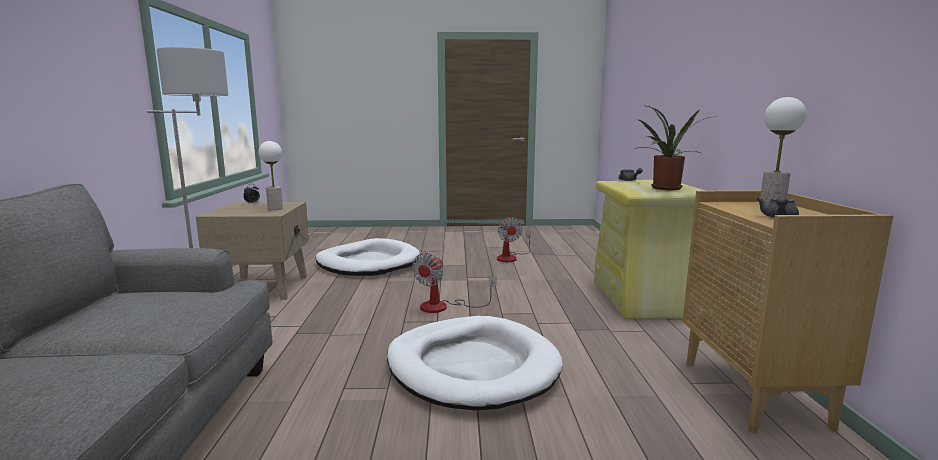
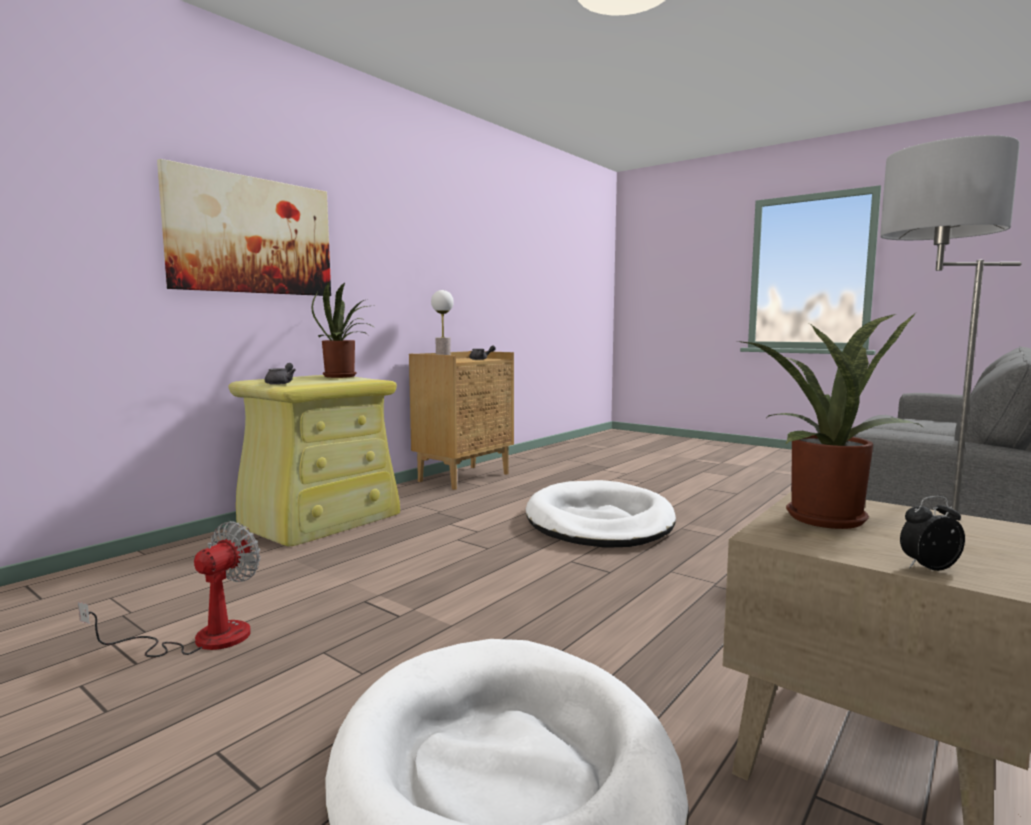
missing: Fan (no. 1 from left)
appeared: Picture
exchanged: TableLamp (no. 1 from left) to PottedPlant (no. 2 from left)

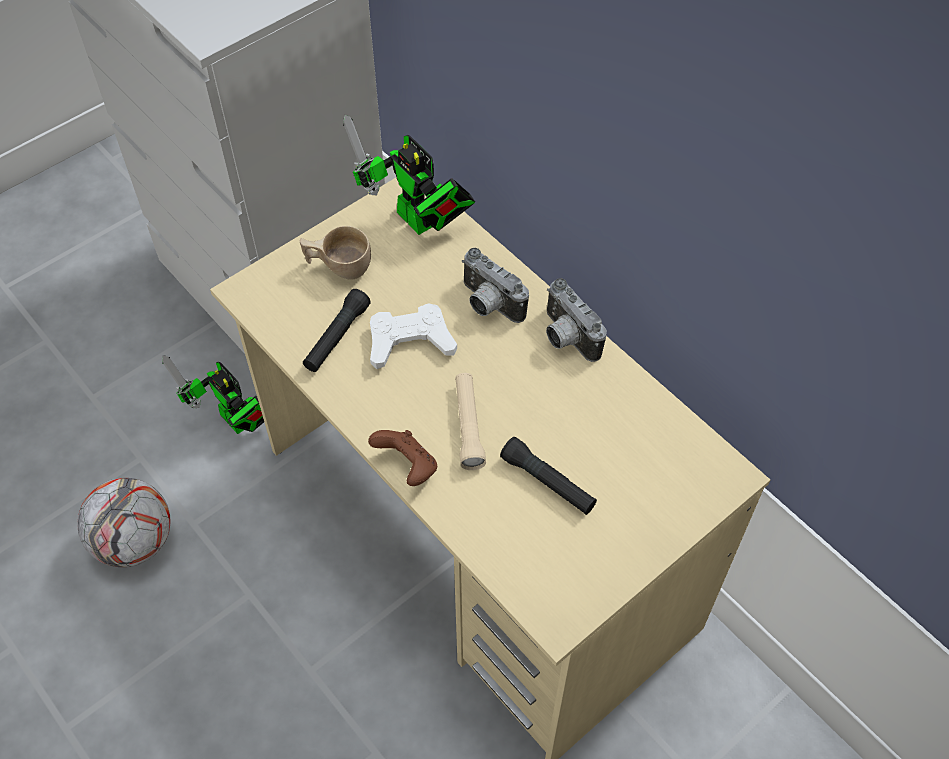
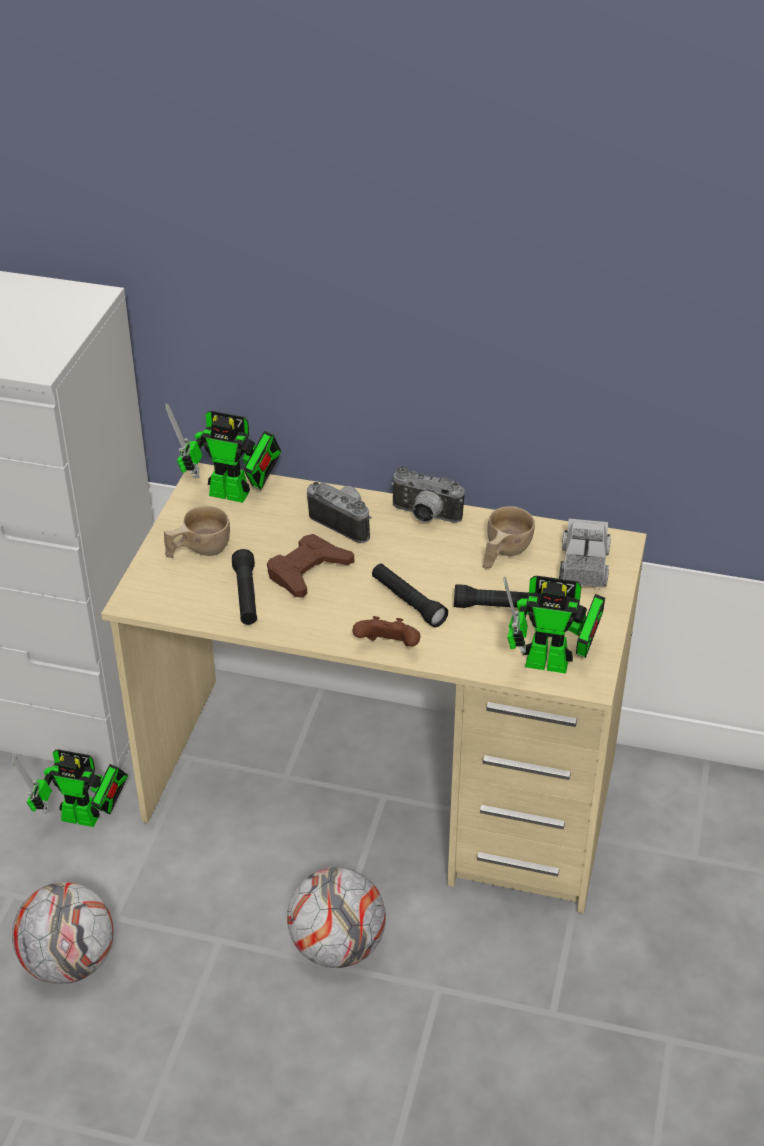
appeared: BeigeCup (no. 2 from left); ToyTruck; ToyRobot (no. 3 from left); Football (no. 2 from left)
colour: WhiteGameController to BrownGameController (no. 1 from left); BeigeFlashlight to BlackFlashlight (no. 2 from left)
spun: PhotoCamera (no. 1 from left) 150 degrees counterclockwise

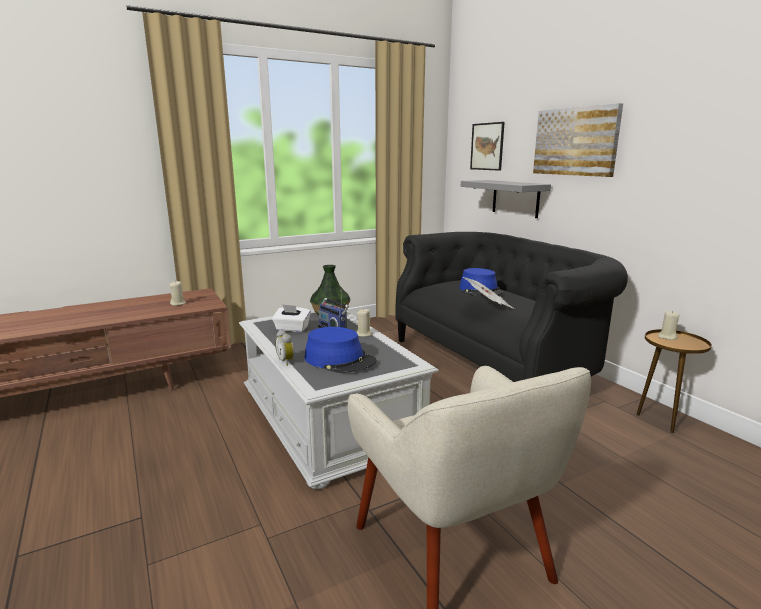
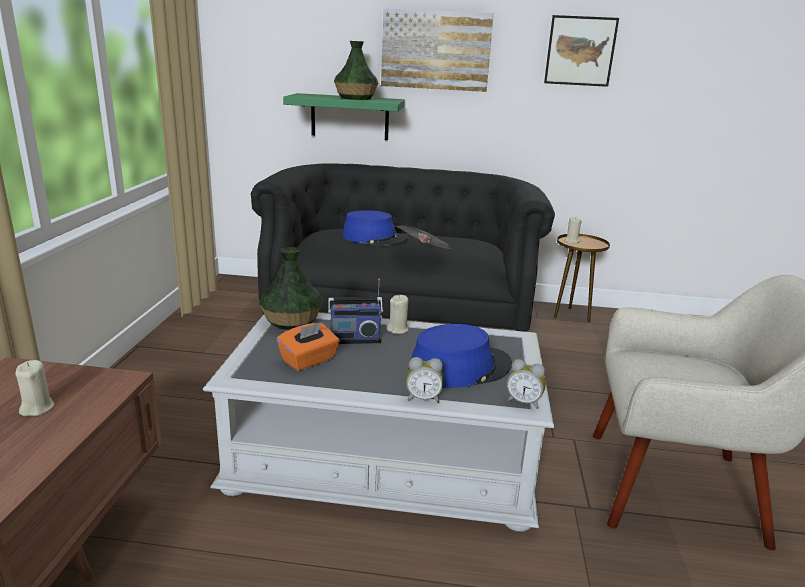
appeared: Vase (no. 2 from left); AlarmClock (no. 2 from left)
relocated: Picture (no. 1 from left in the first image) to Picture (no. 2 from left)
colour: GreyShelf to GreenShelf; WhiteTissueBox to OrangeTissueBox

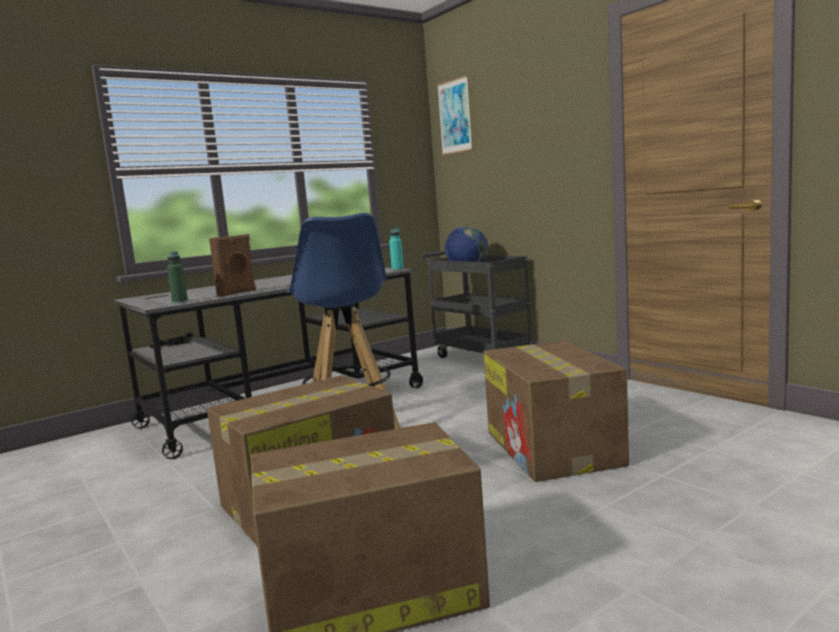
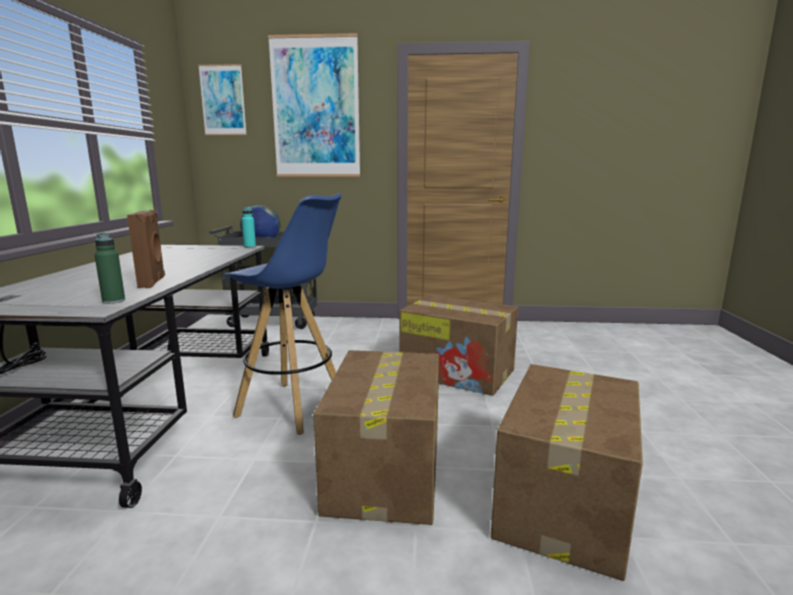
appeared: Picture (no. 2 from left)

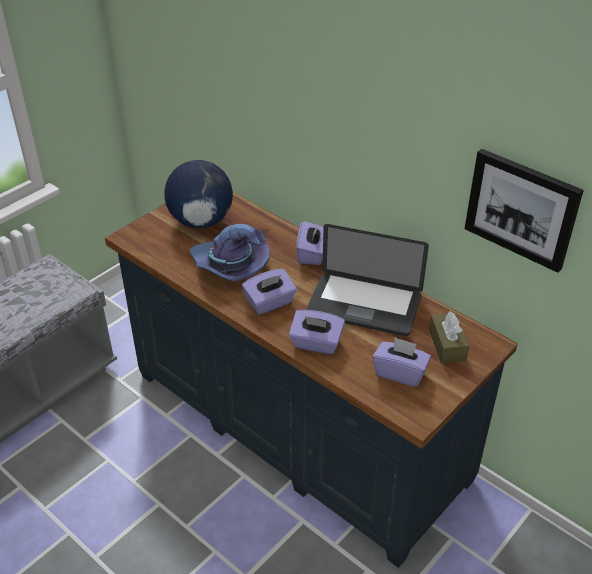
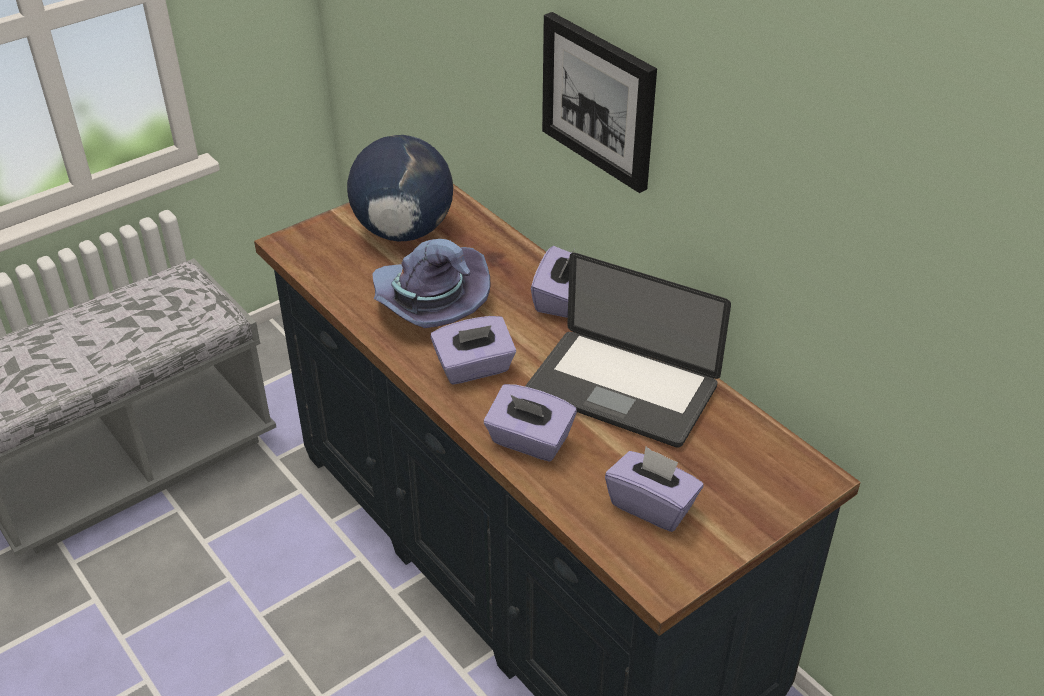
missing: BrownTissueBox
relocated: Picture

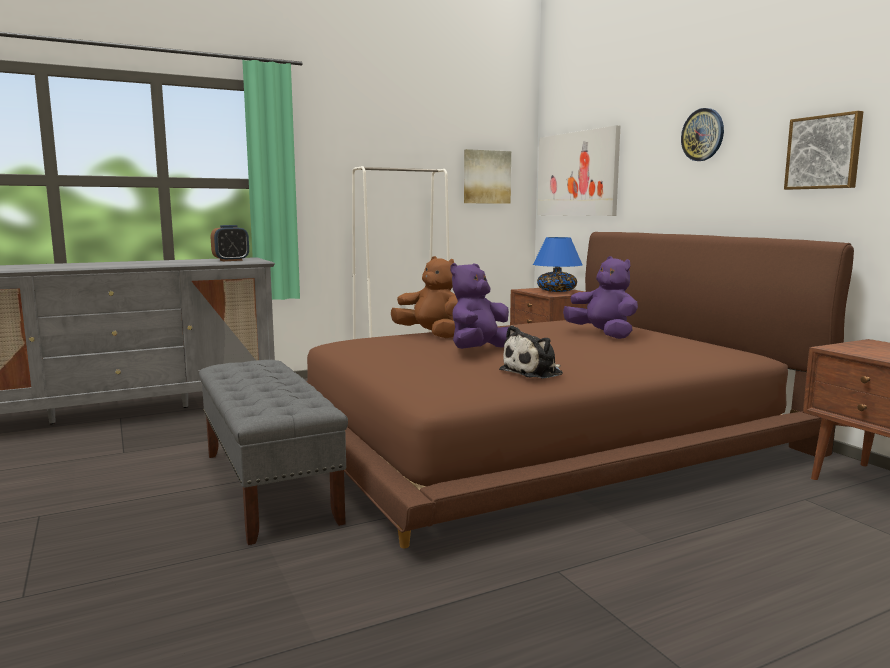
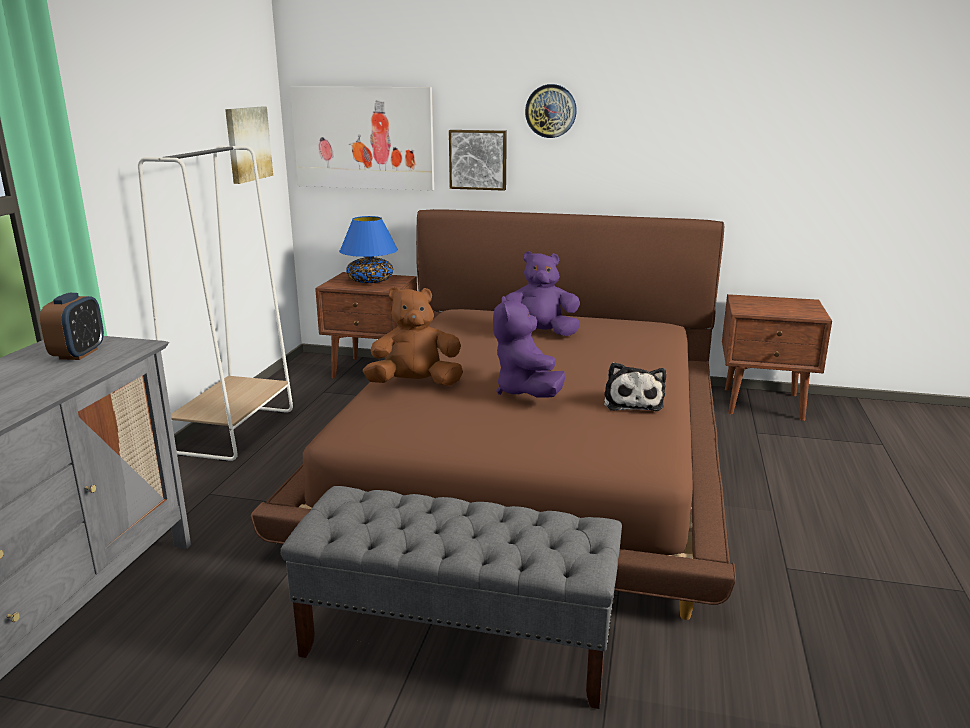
relocated: Picture (no. 3 from left)

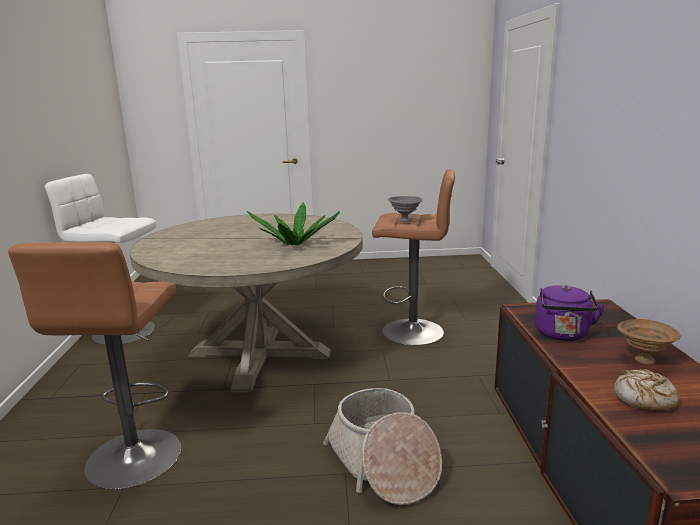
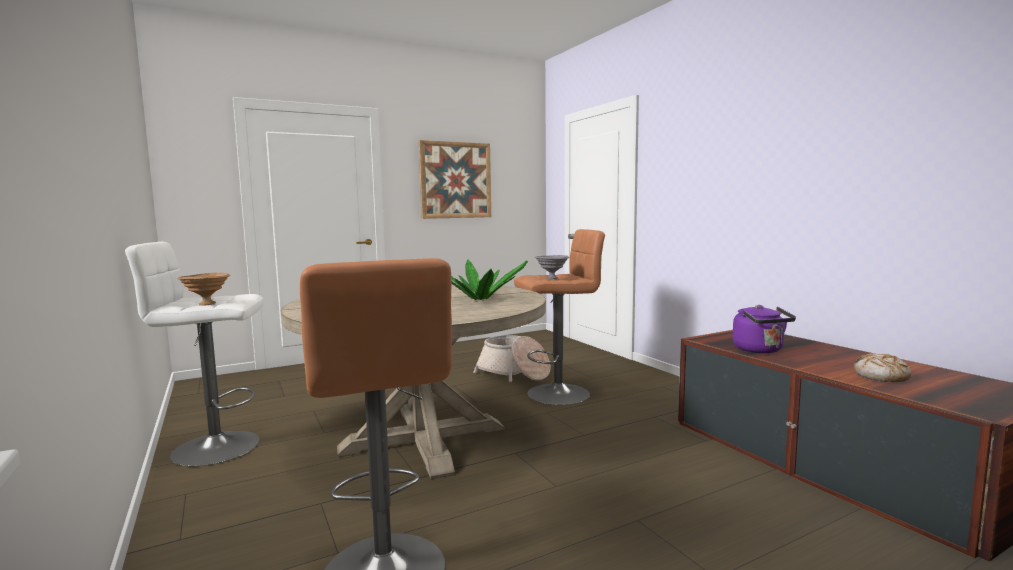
appeared: Picture
relocated: BrownBowl; Basket

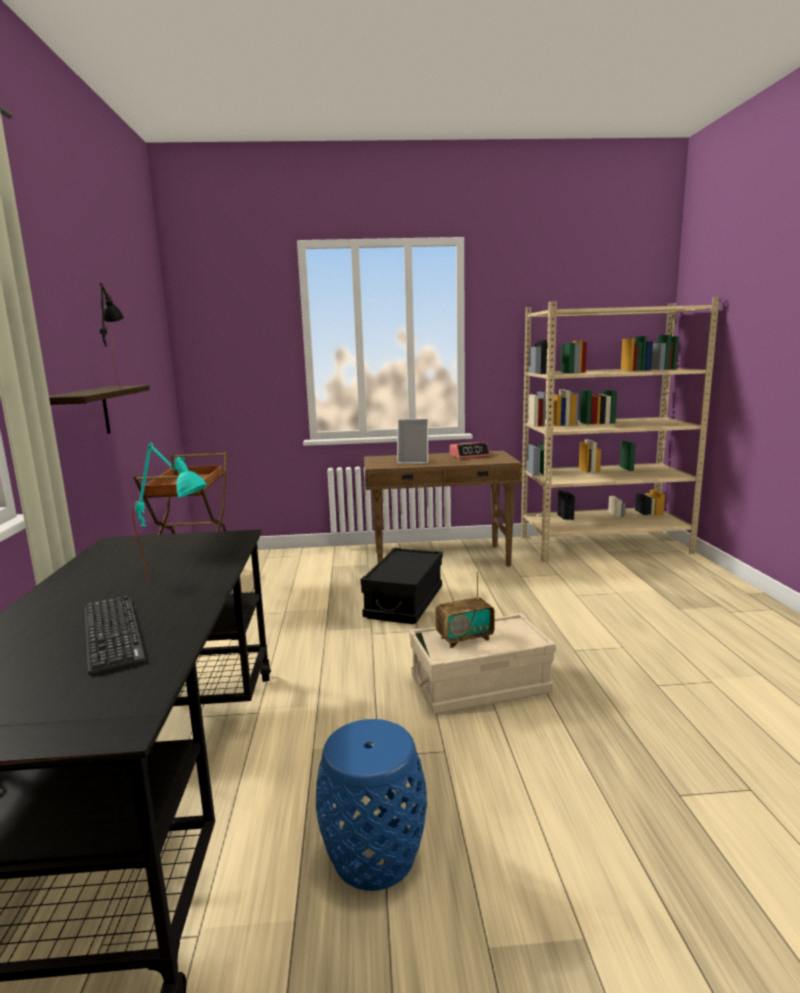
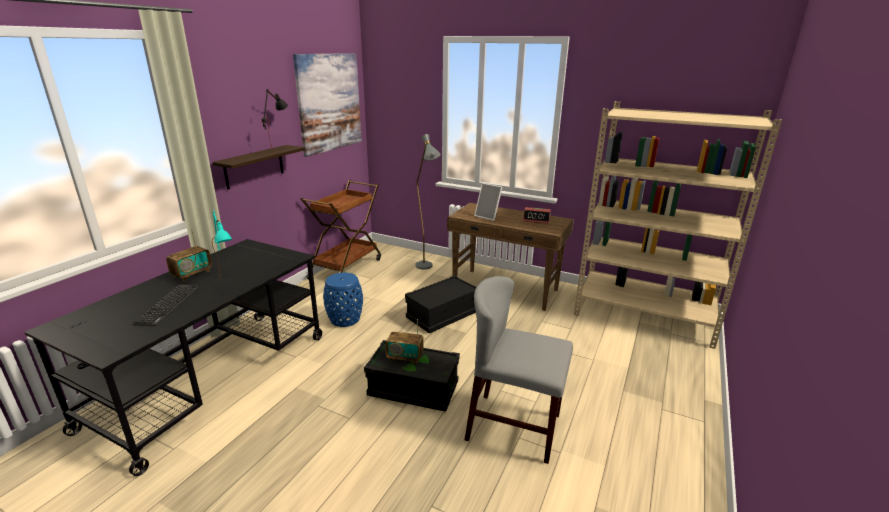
appeared: Picture; GreyFloorLamp; Radio (no. 1 from left); GreyChair
relocated: BlueStool
colour: BeigeStorageBox to BlackStorageBox (no. 1 from left)

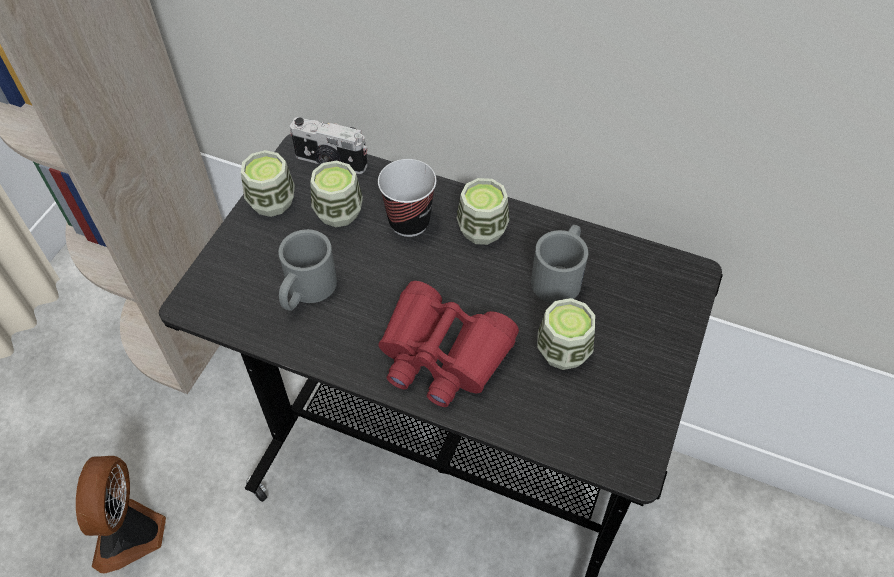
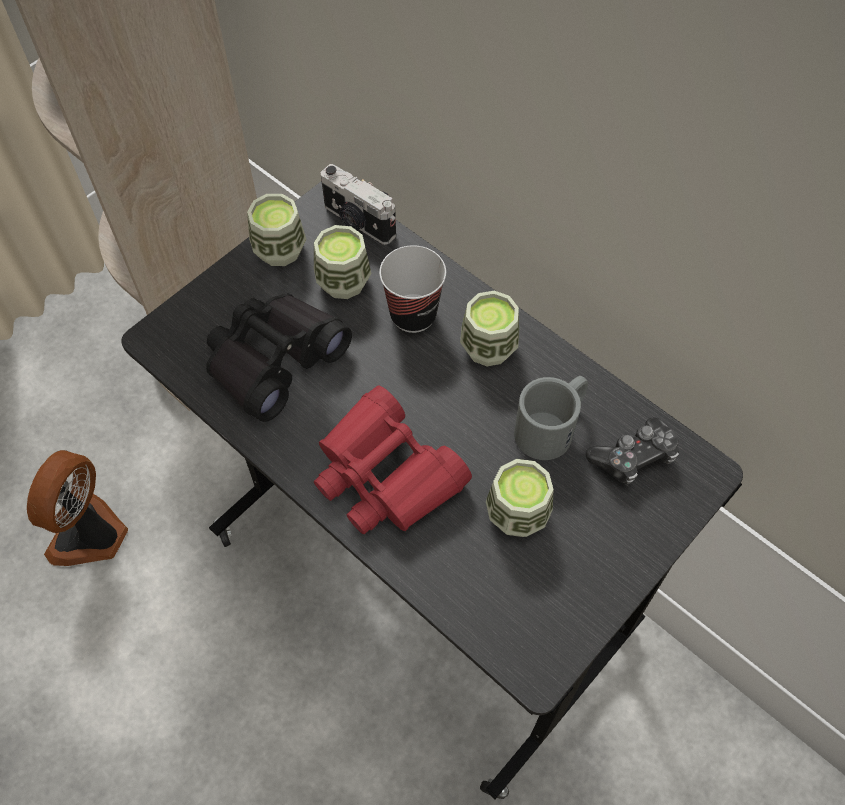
appeared: GameController
exchanged: GreyMug (no. 1 from left) to BlackBinoculars

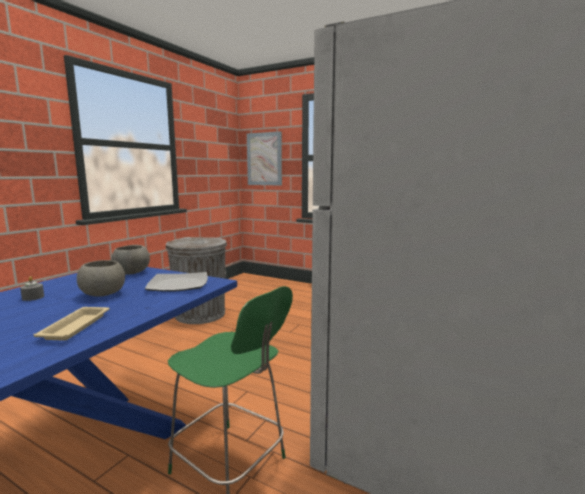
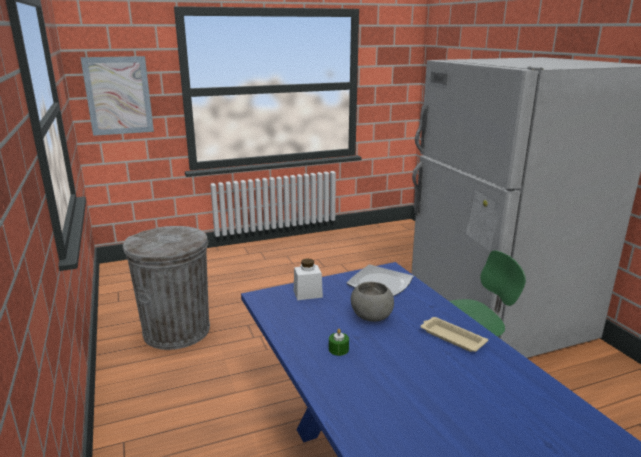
exchanged: GreyBowl (no. 2 from left) to WhiteJar
colour: GreyCandle to GreenCandle

